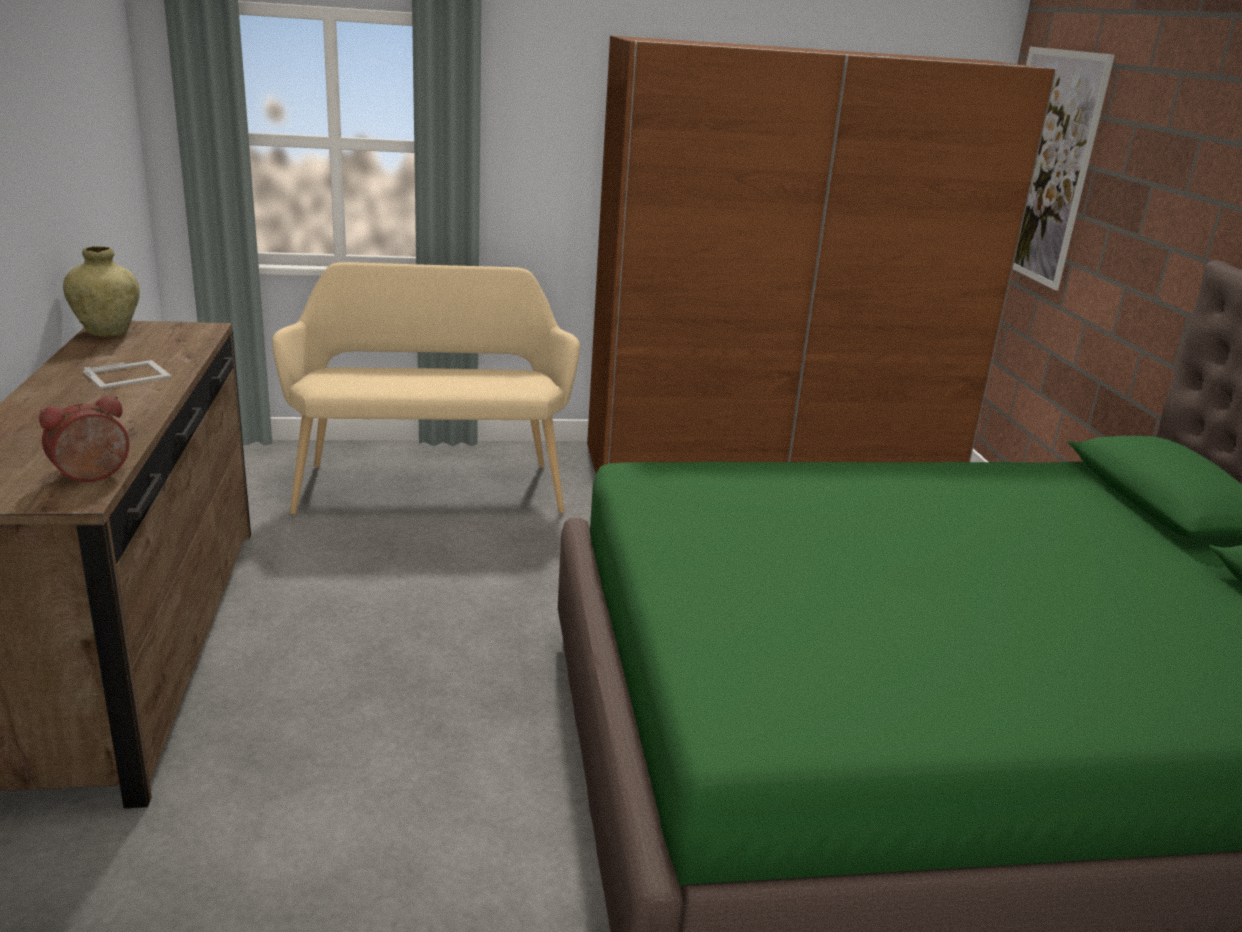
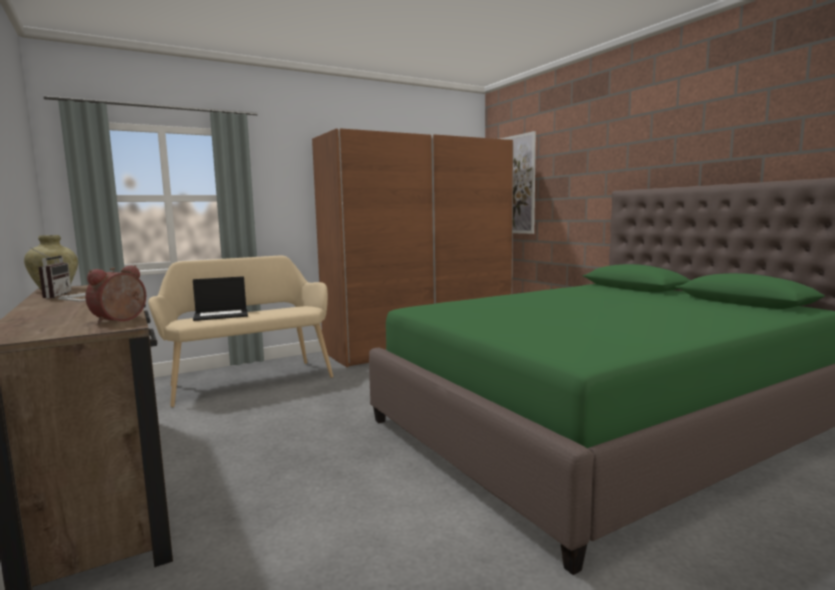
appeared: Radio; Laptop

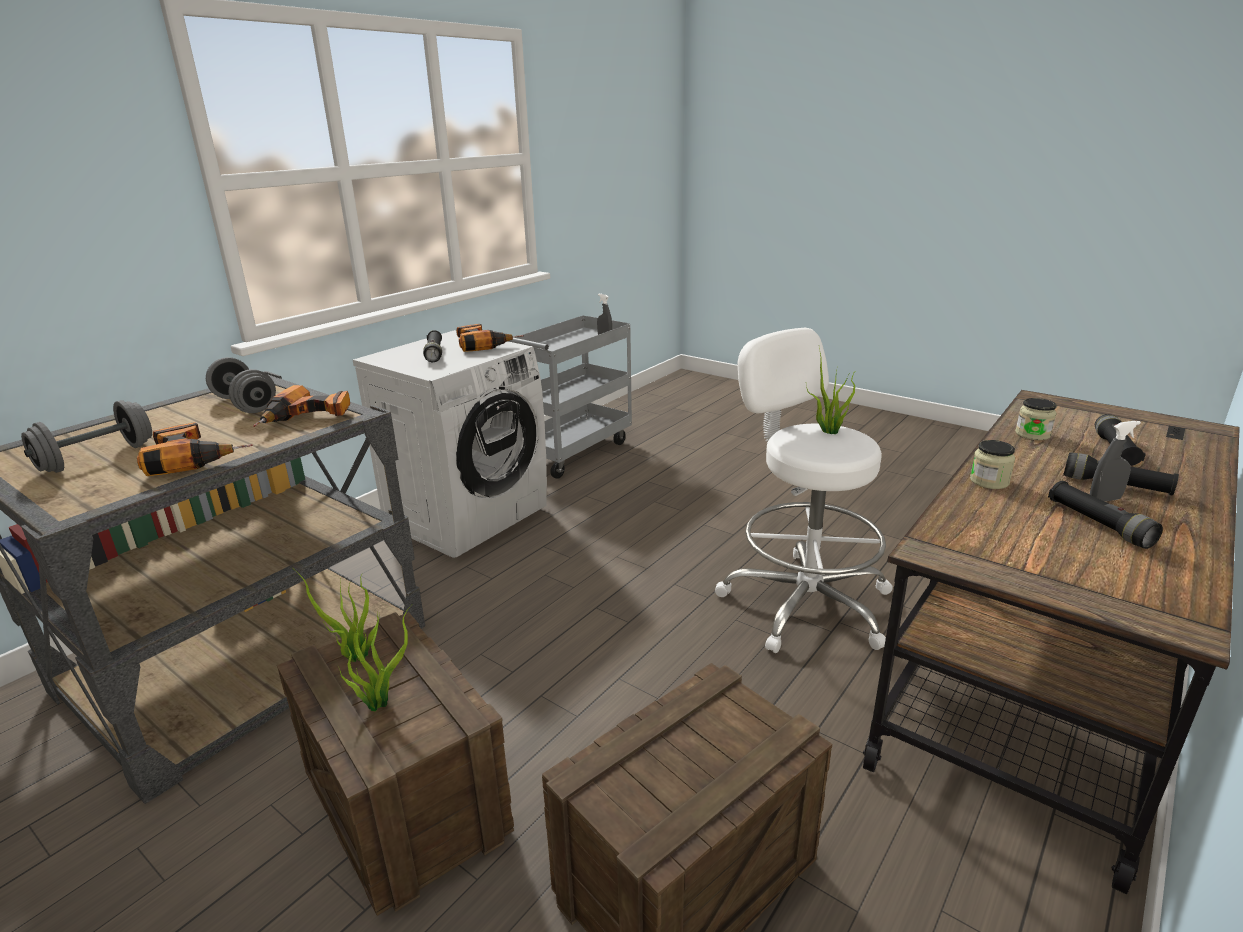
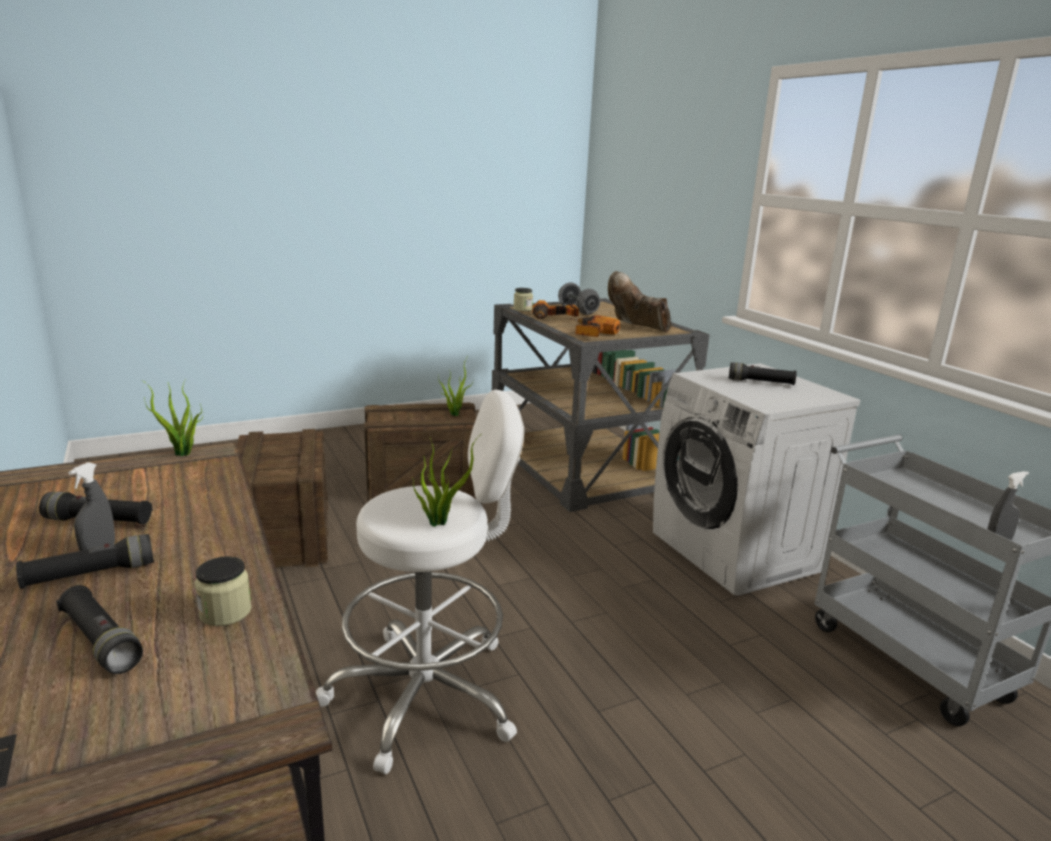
missing: PowerDrill (no. 3 from left)
relocated: Jar (no. 1 from left in the first image) to Jar (no. 2 from left); PottedPlant (no. 2 from left in the first image) to PottedPlant (no. 1 from left)
exchanged: GreyDumbbell (no. 2 from left) to BrownBoot

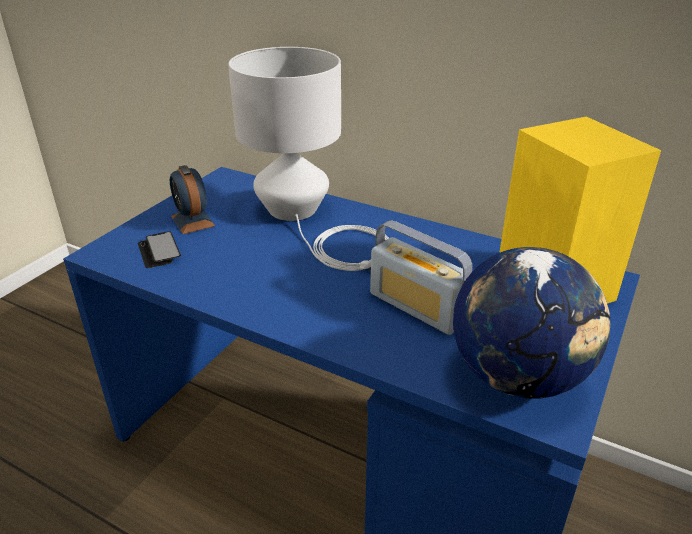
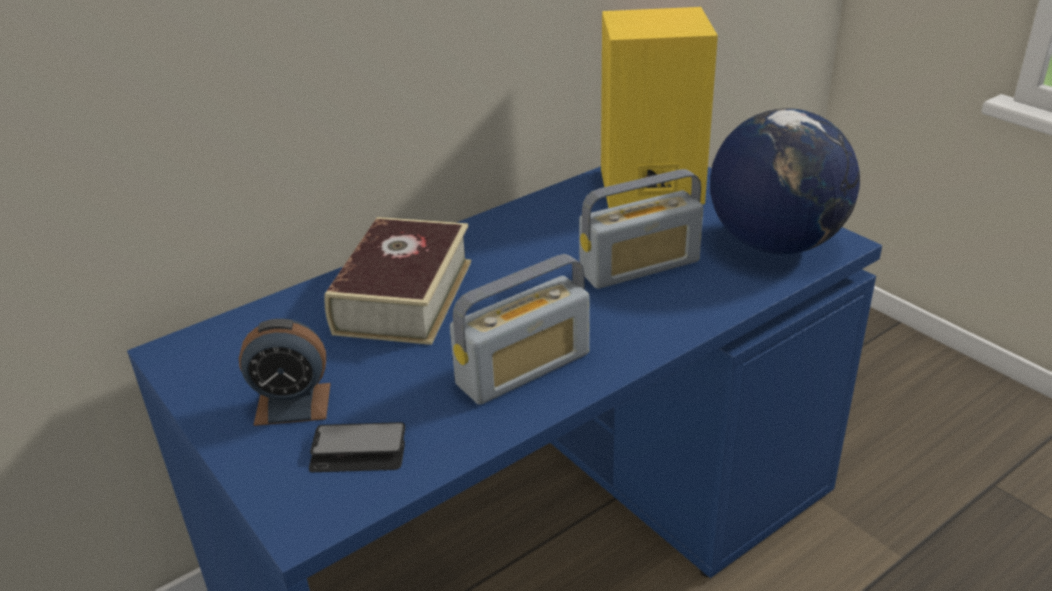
appeared: Radio (no. 1 from left)
exchanged: GreyTableLamp to Book

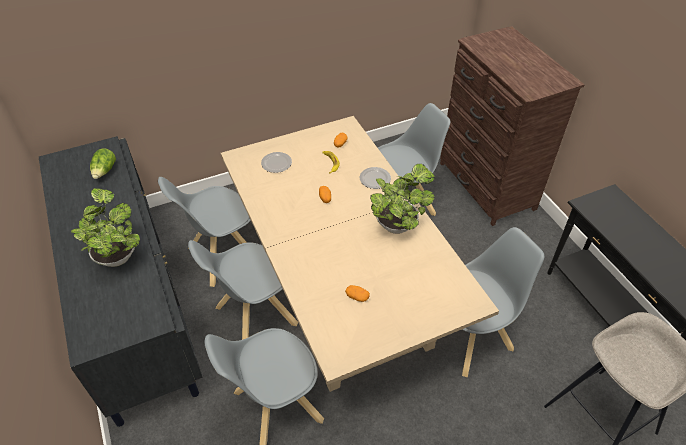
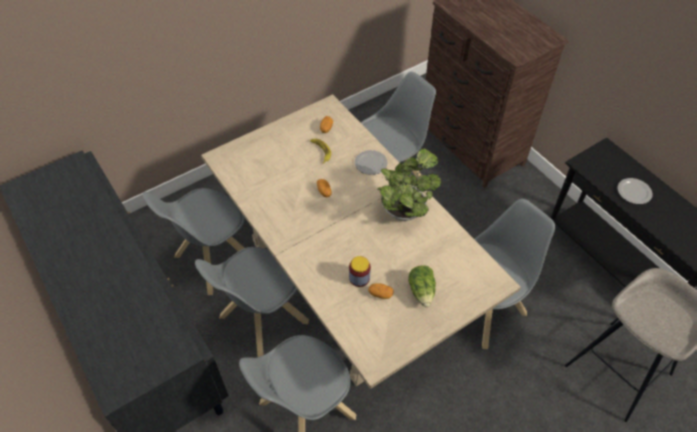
missing: PottedPlant (no. 1 from left)
appeared: Jar
relocated: Lettuce; Plate (no. 1 from left in the first image) to Plate (no. 2 from left)

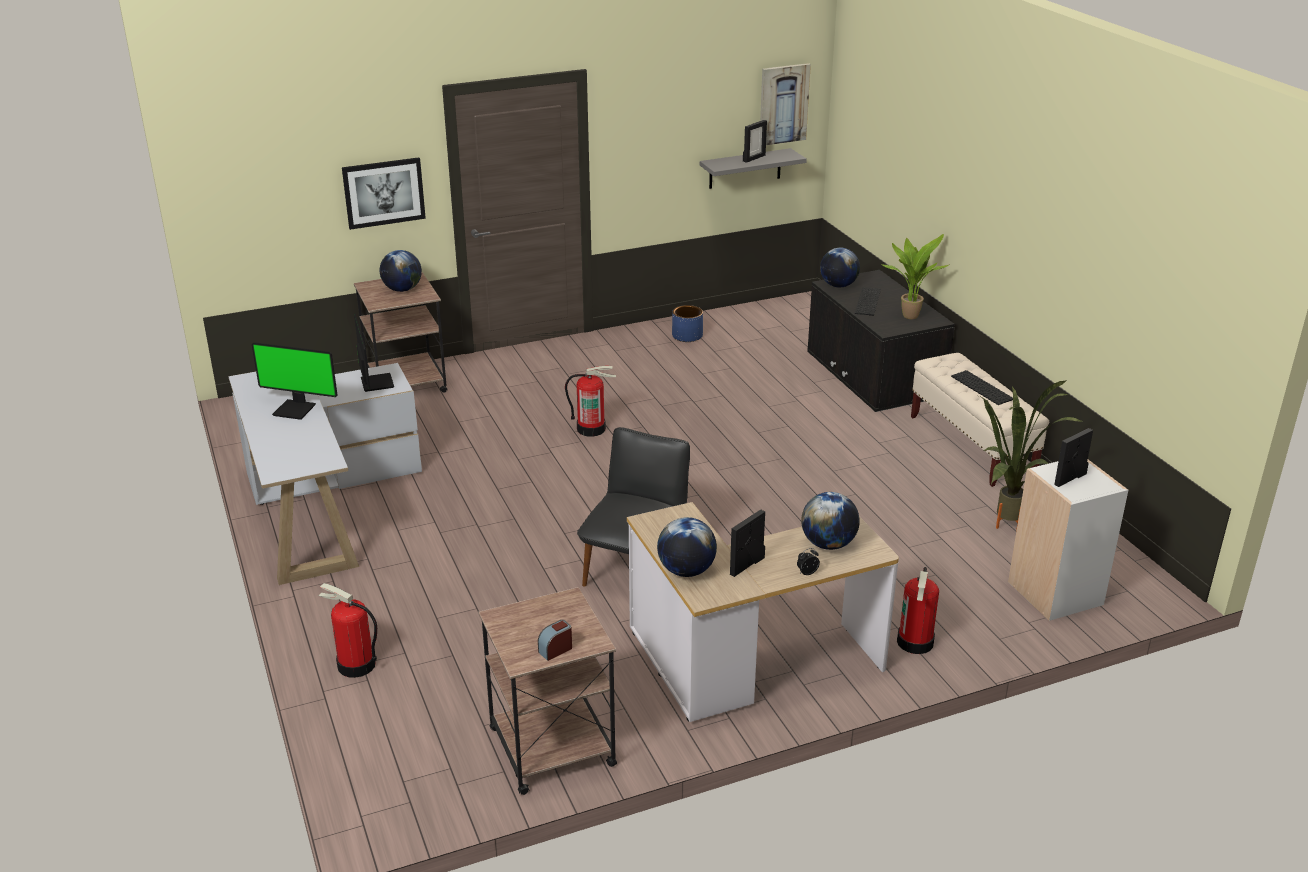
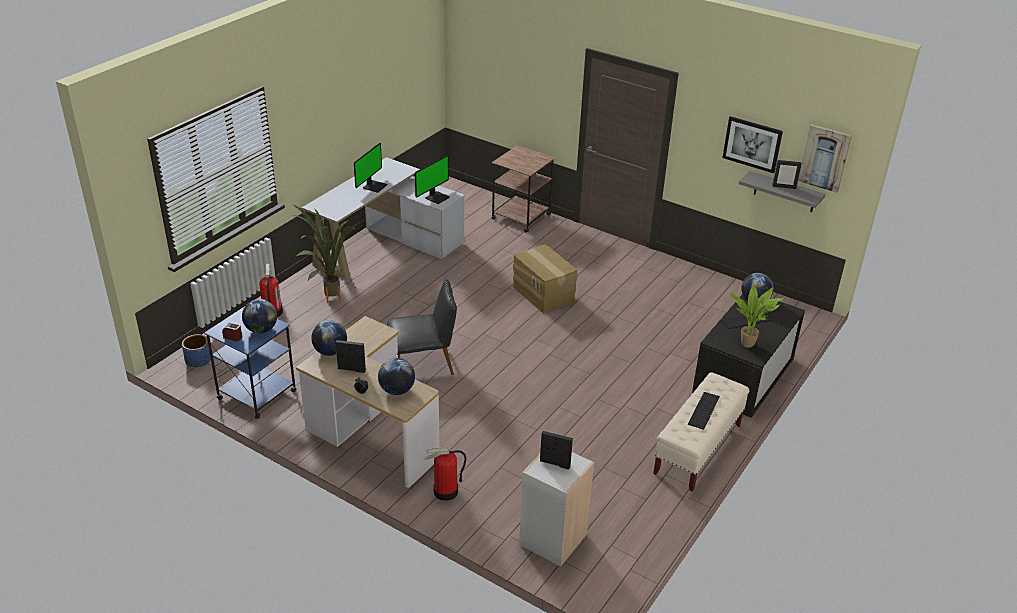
relocated: Picture (no. 1 from left); Globe (no. 1 from left); BluePlanter; PottedPlant (no. 2 from left in the first image) to PottedPlant (no. 1 from left)
exchanged: FireExtinguisher (no. 2 from left) to CardboardBox
colour: BrownCart (no. 2 from left) to BlueCart
spun: Monitor (no. 1 from left) 135 degrees counterclockwise

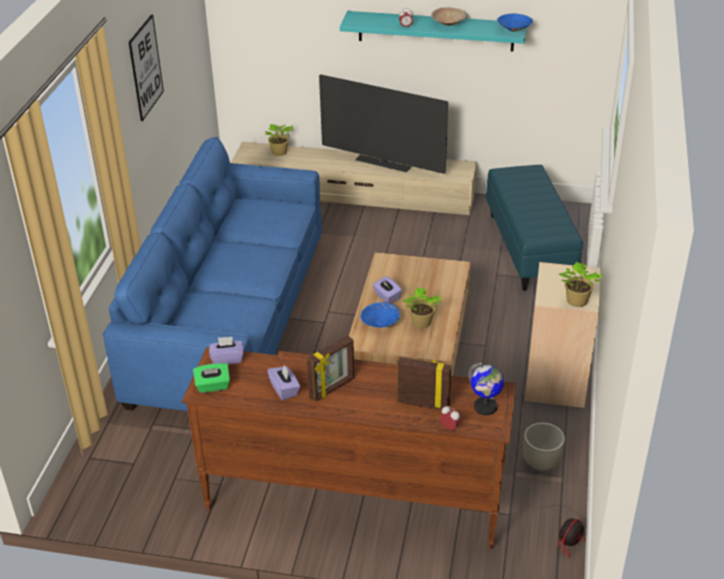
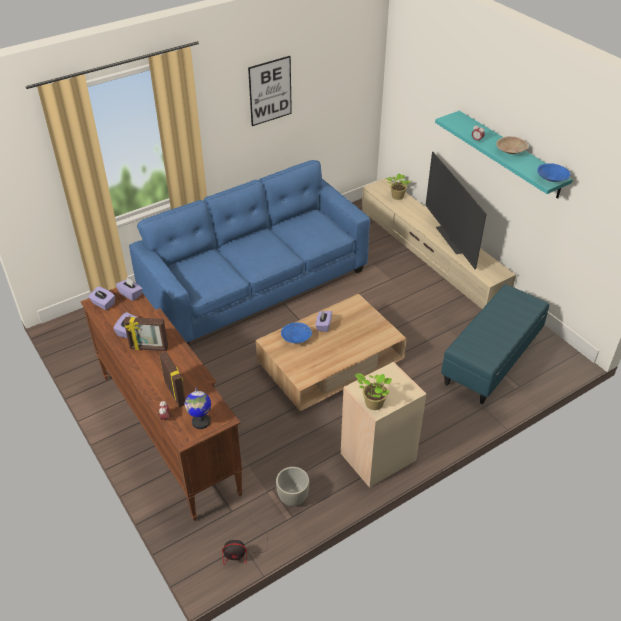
missing: PottedPlant (no. 2 from left)
colour: GreenTissueBox to PurpleTissueBox (no. 1 from left)

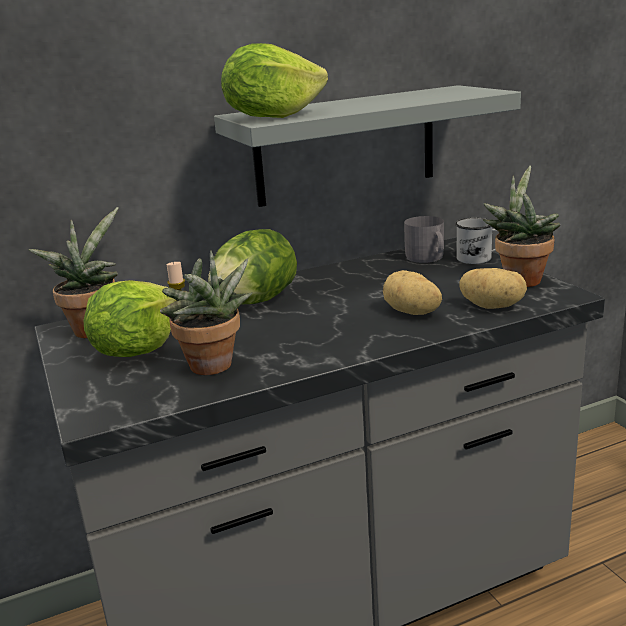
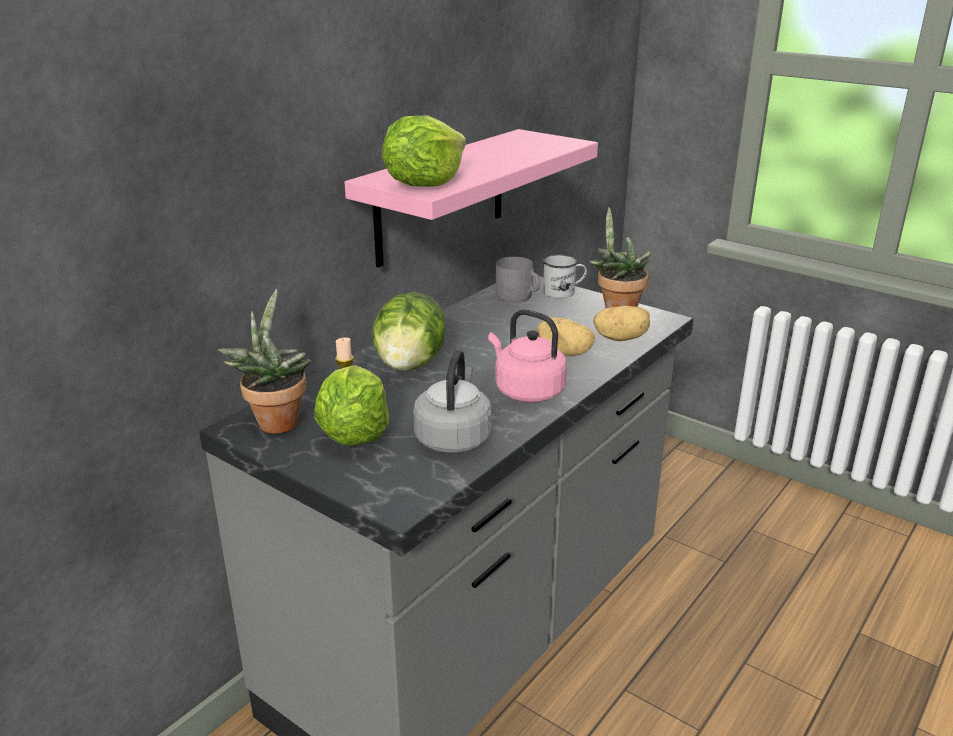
appeared: PinkKettle
exchanged: PottedPlant (no. 2 from left) to GreyKettle
colour: GreyShelf to PinkShelf

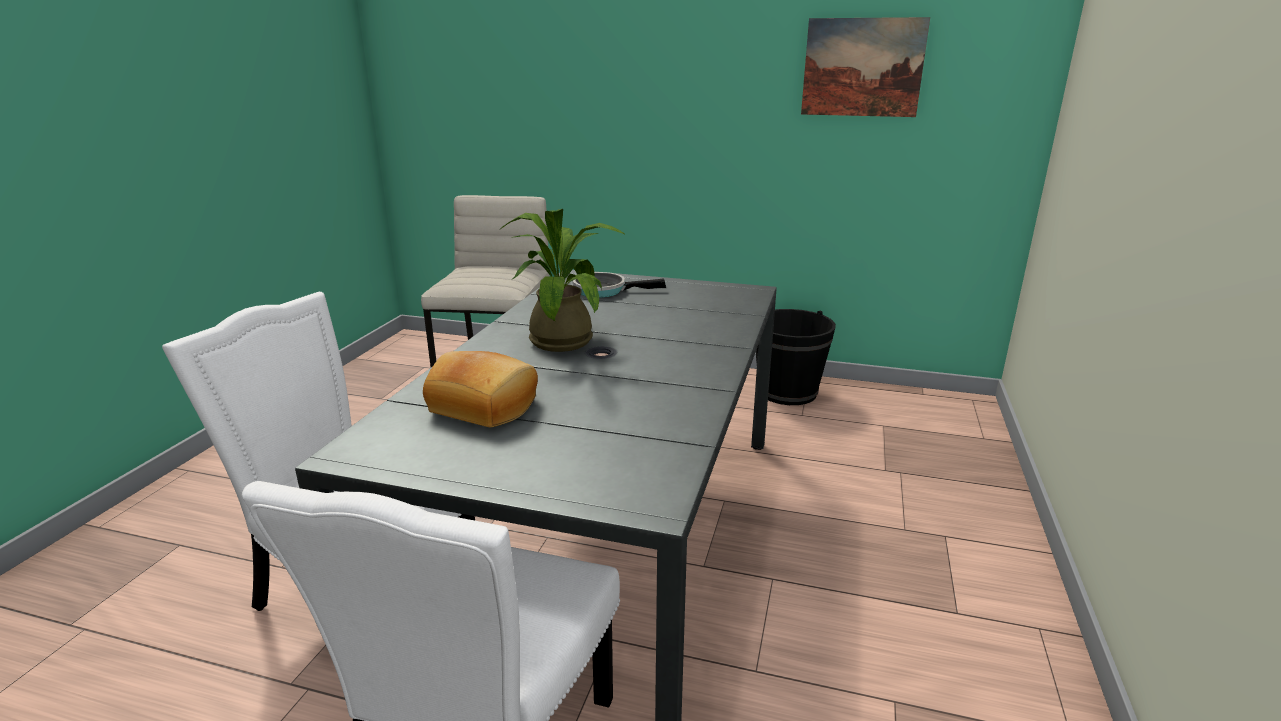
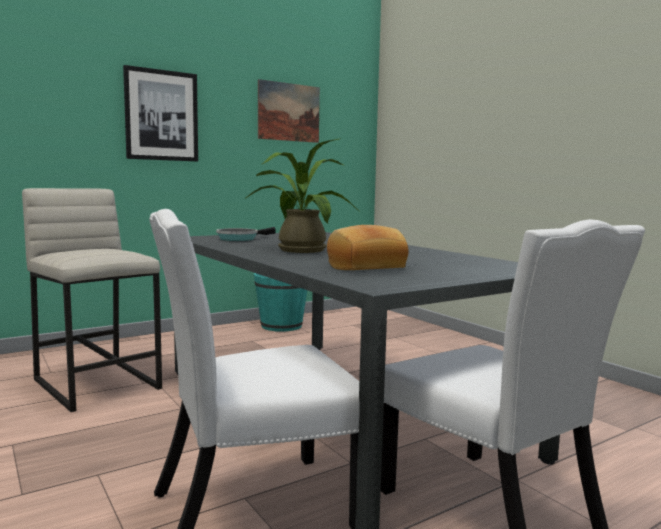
appeared: Picture (no. 1 from left)
colour: BlackBucket to TurquoiseBucket

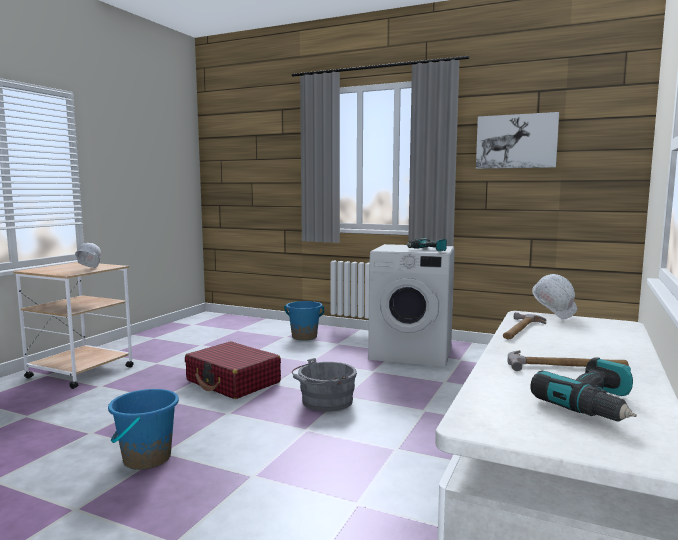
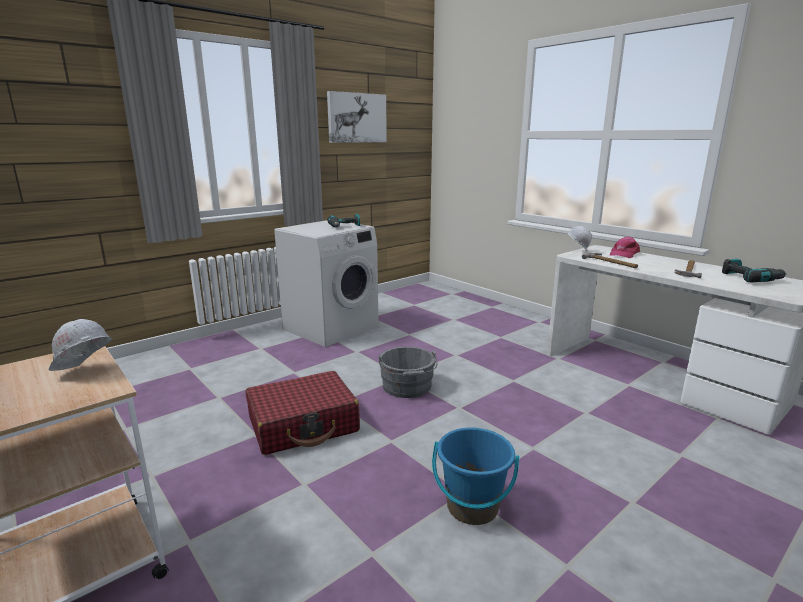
missing: BlueBucket (no. 2 from left)
appeared: PinkCap

